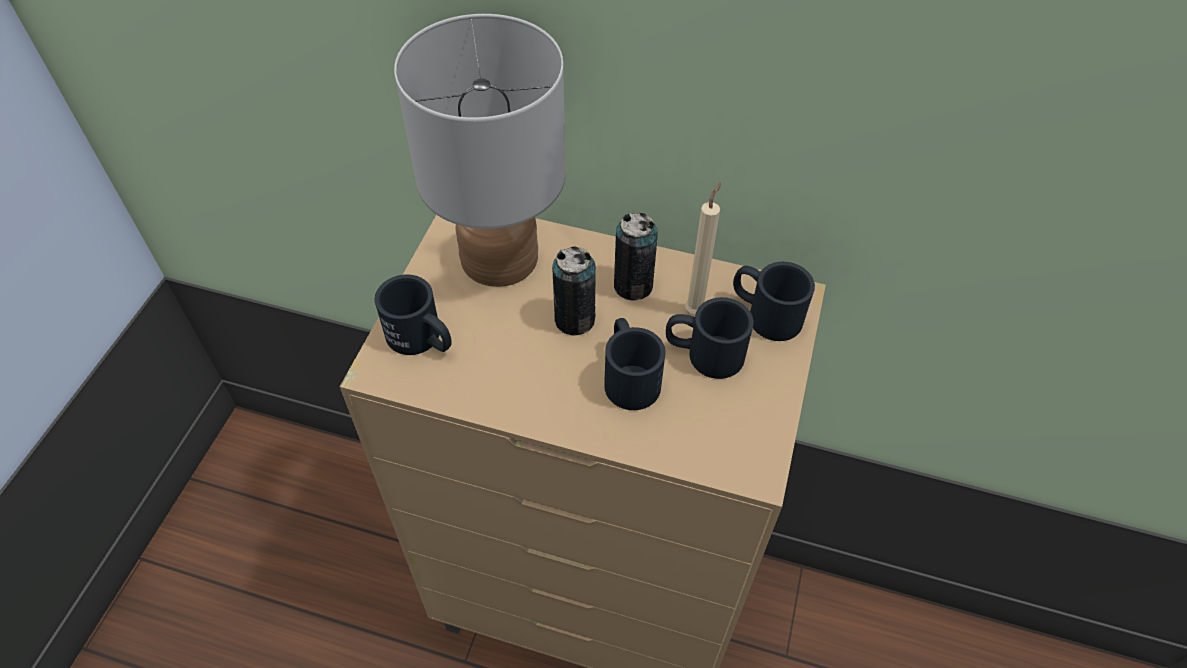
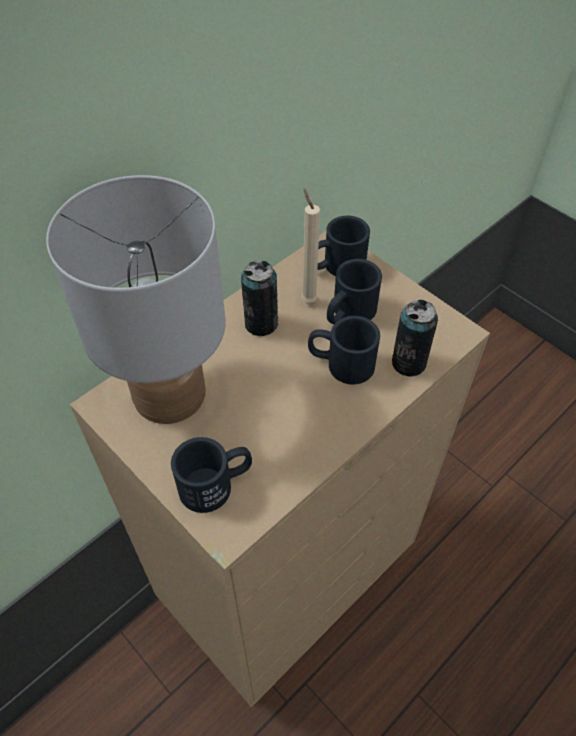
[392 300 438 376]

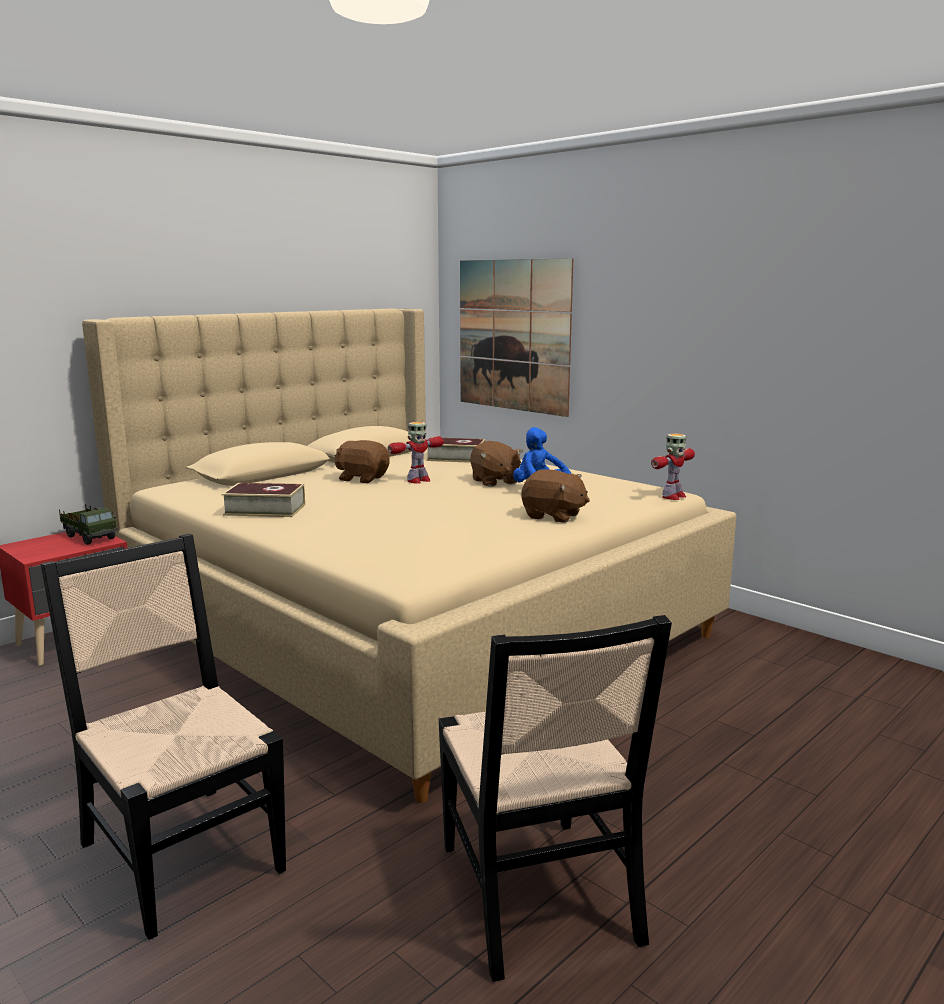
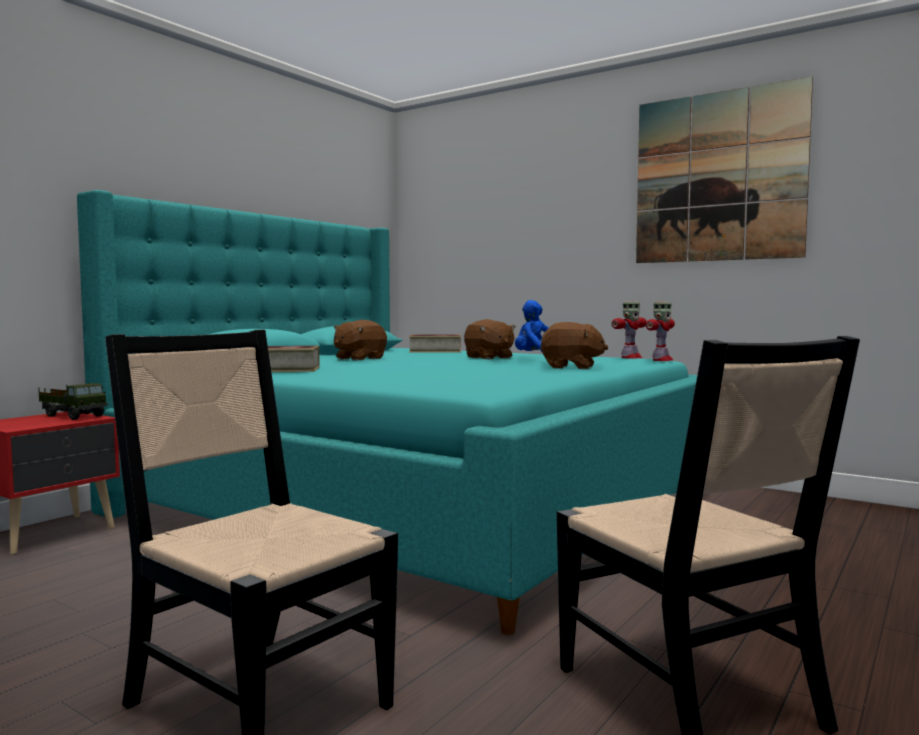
[77 190 697 635]
[334 320 387 361]
[612 302 646 359]
[636 76 813 263]

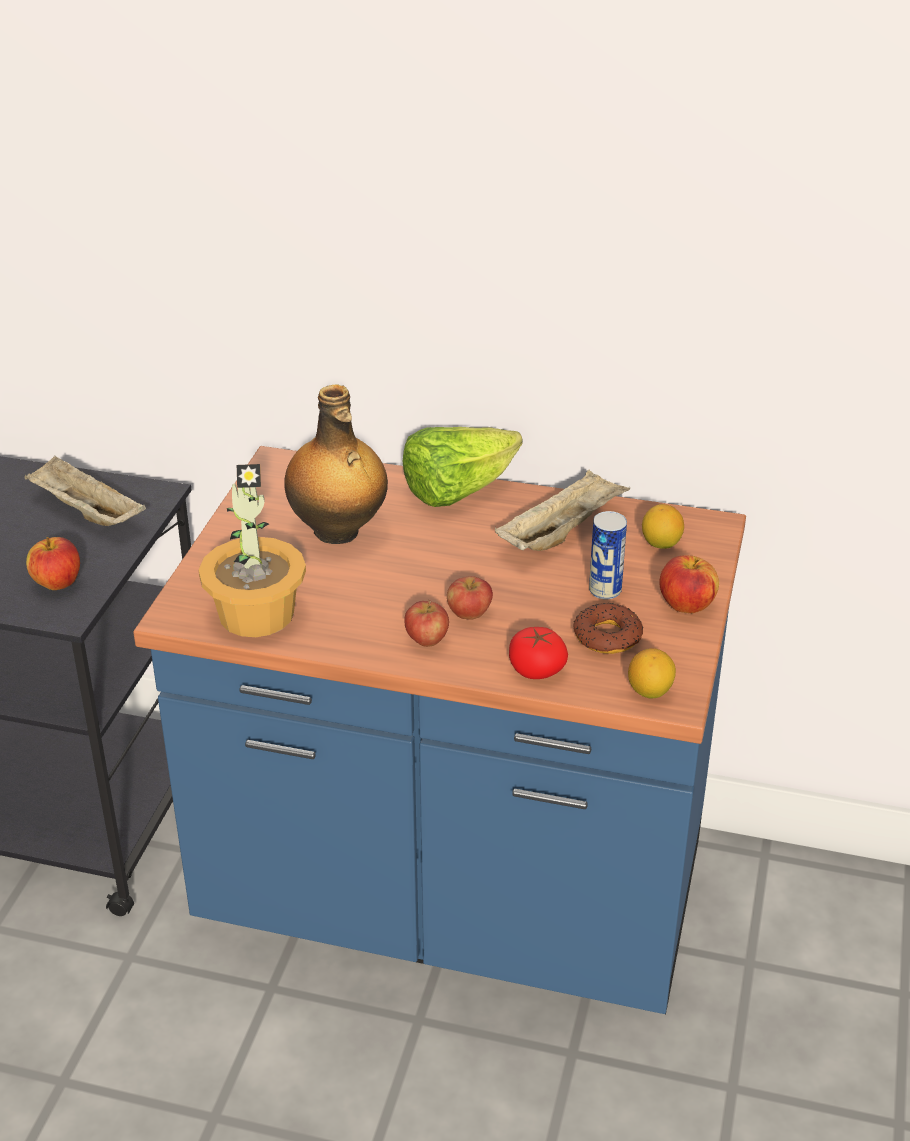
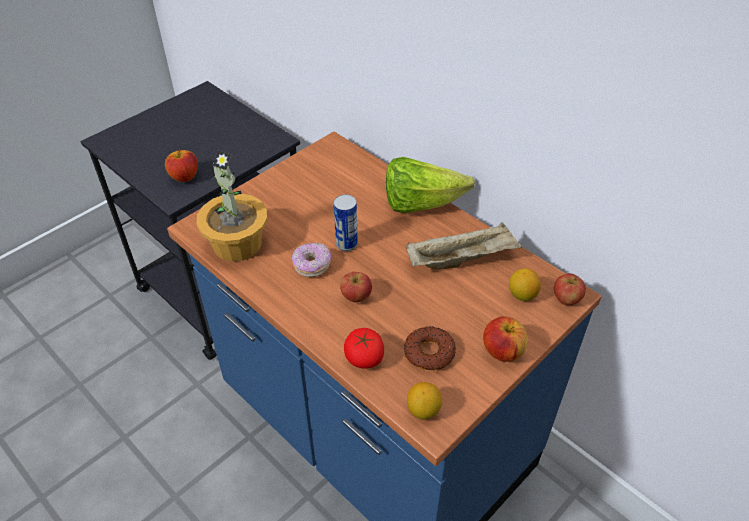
[292 243 331 277]
[334 195 358 251]
[554 273 586 306]
[24 456 146 526] (first image)
[284 384 388 544] (first image)

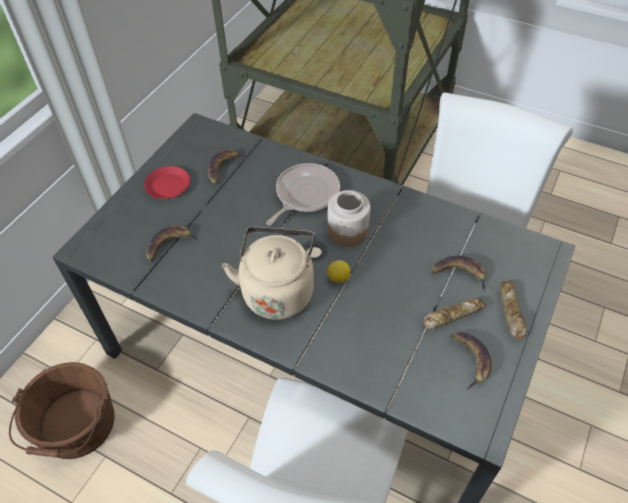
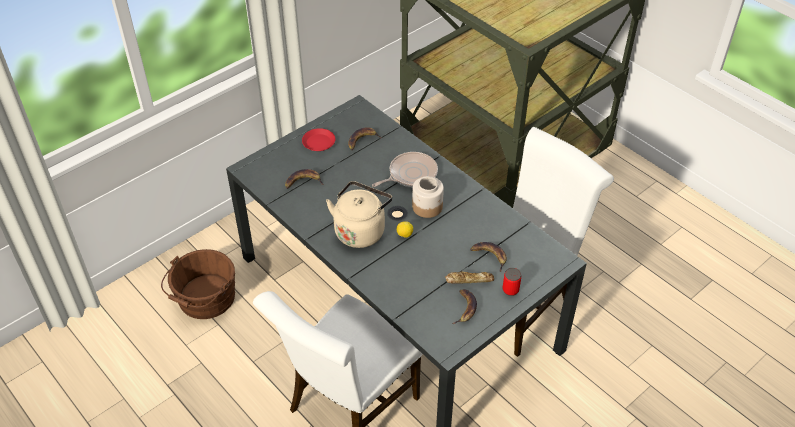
[502 268 521 296]

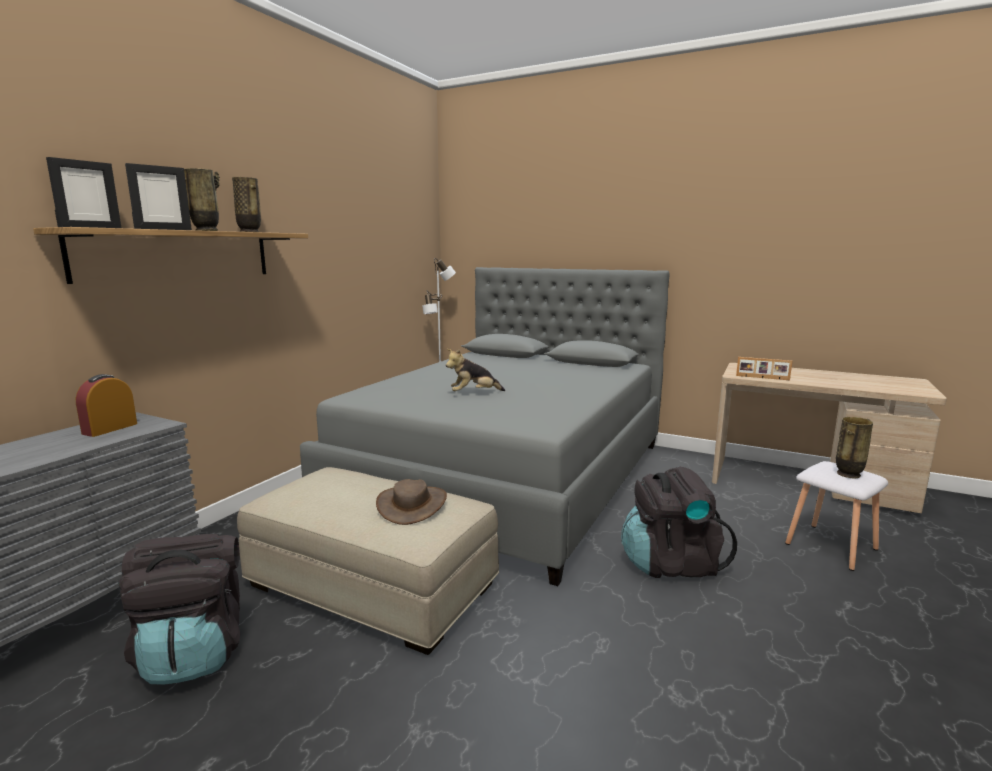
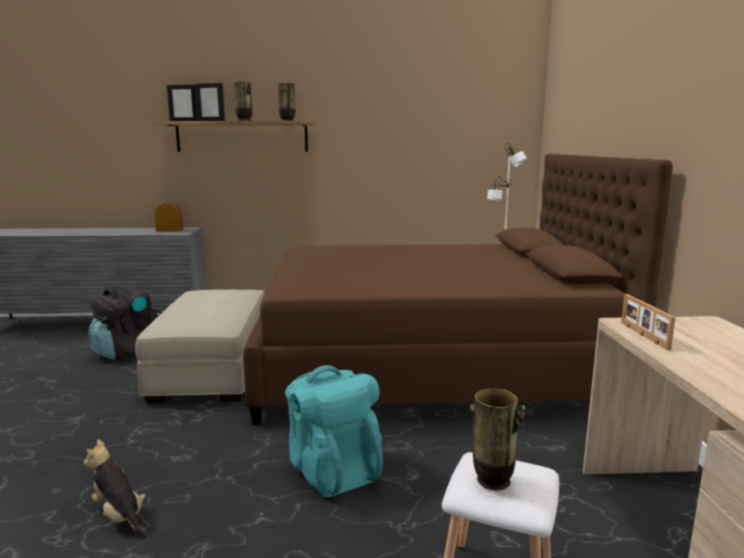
[84 439 149 538]
[243 154 673 425]
[285 365 383 497]
[376 479 447 525] (first image)

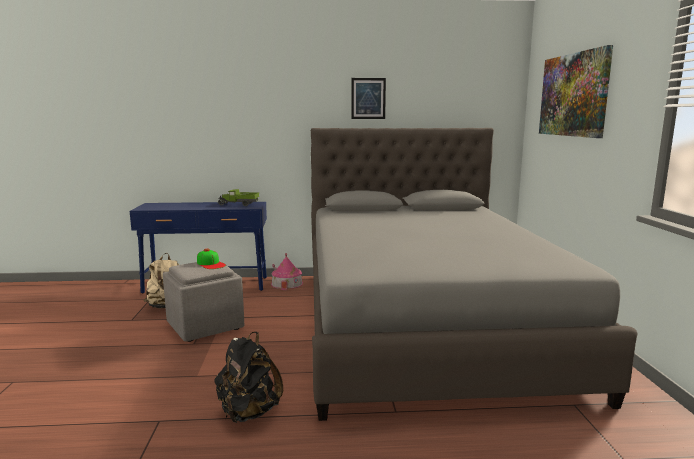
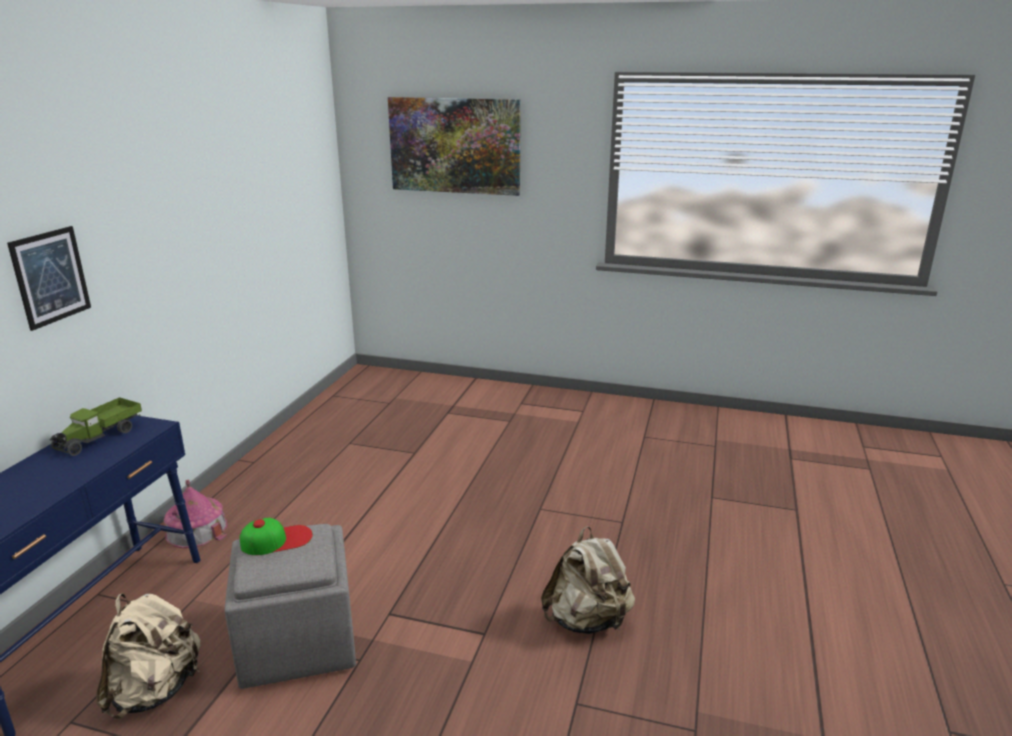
[7 226 91 331]
[541 526 635 634]
[311 128 638 421] (first image)

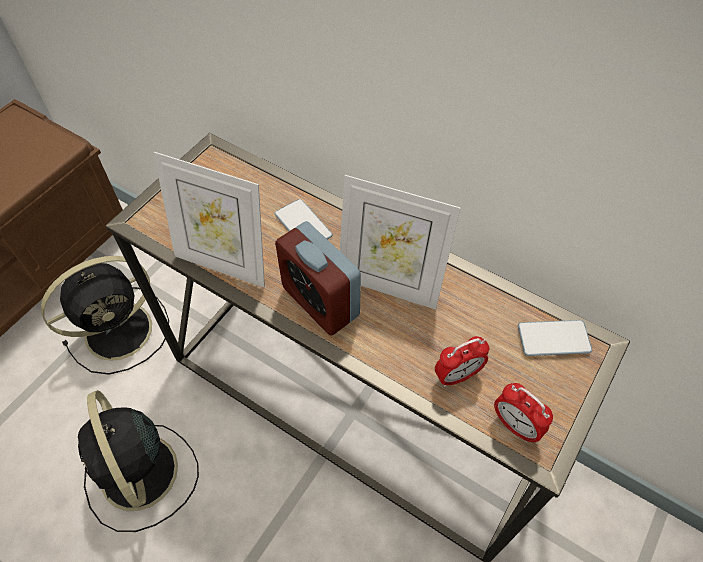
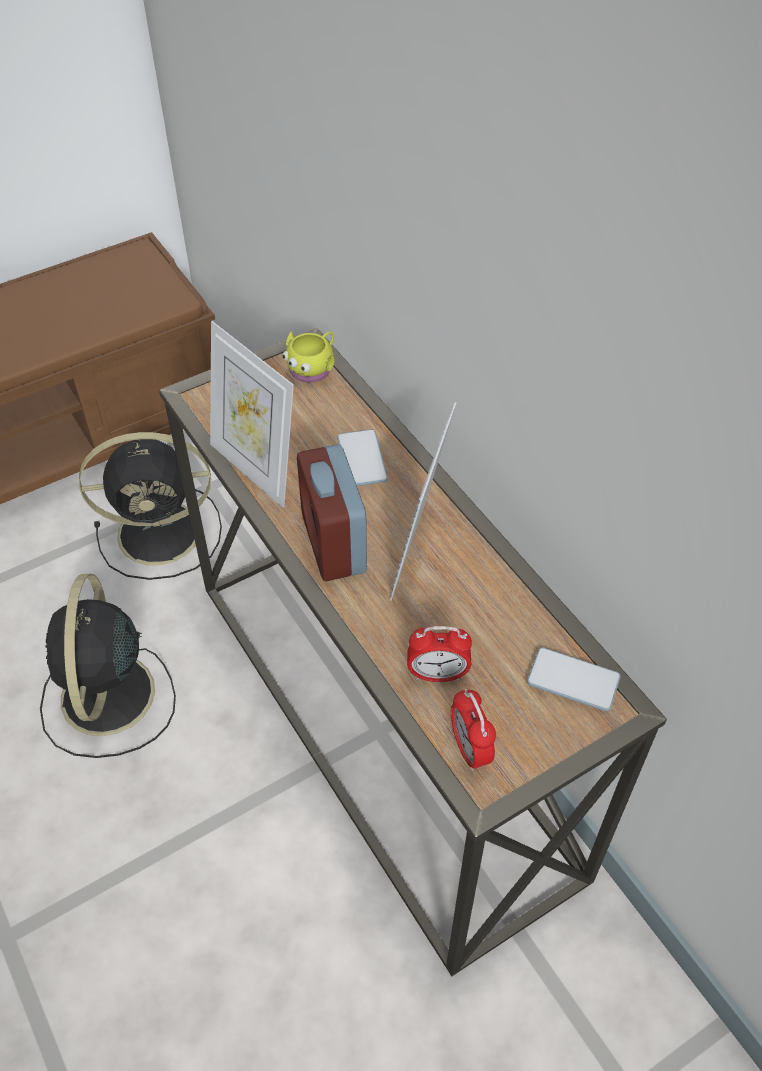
[282 331 334 382]
[390 402 456 601]

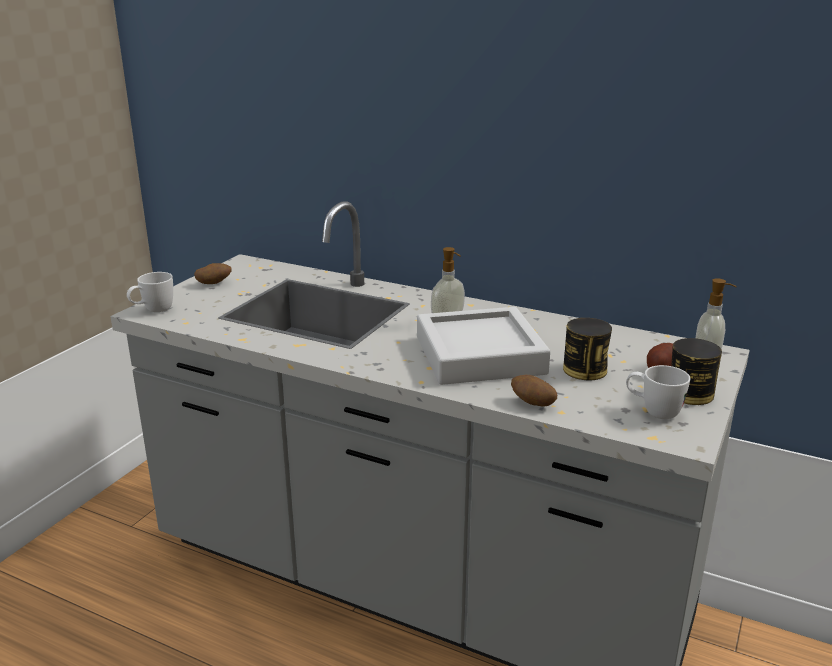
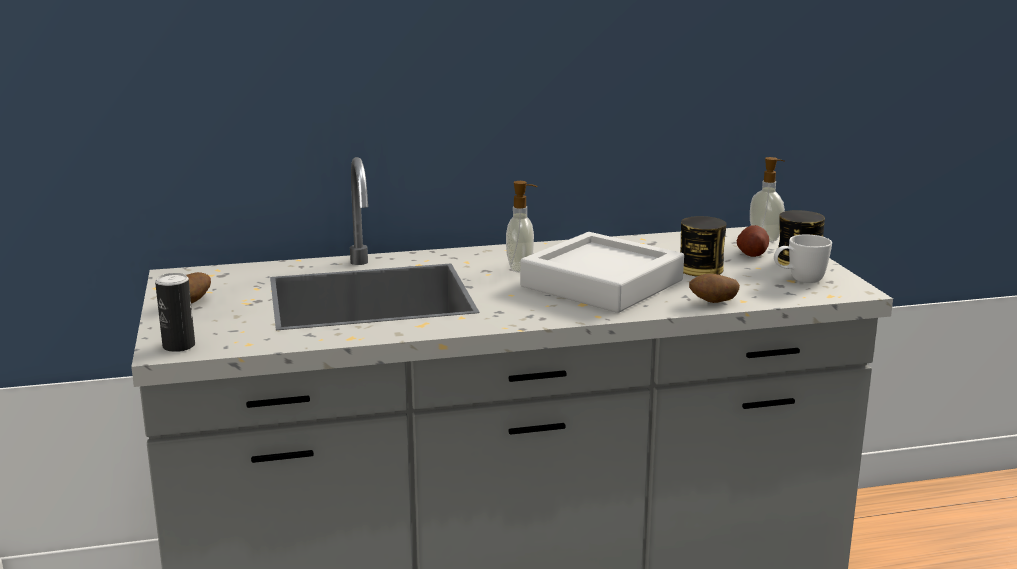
[155 273 195 352]

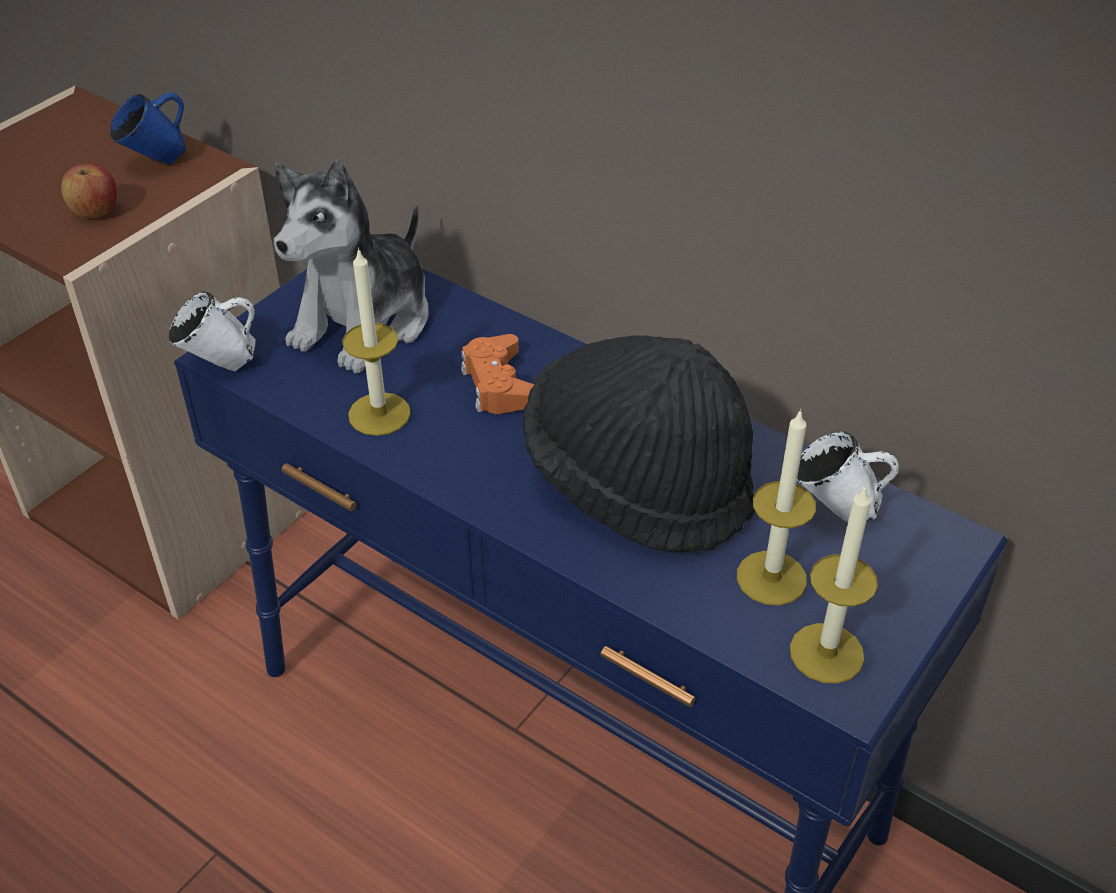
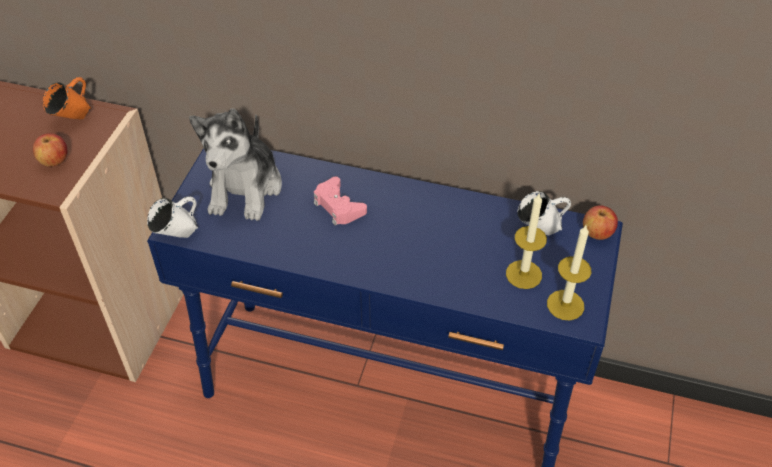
[43 77 91 119]
[314 177 367 226]
[583 205 618 240]
[342 247 411 436] (first image)
[523 335 755 553] (first image)

